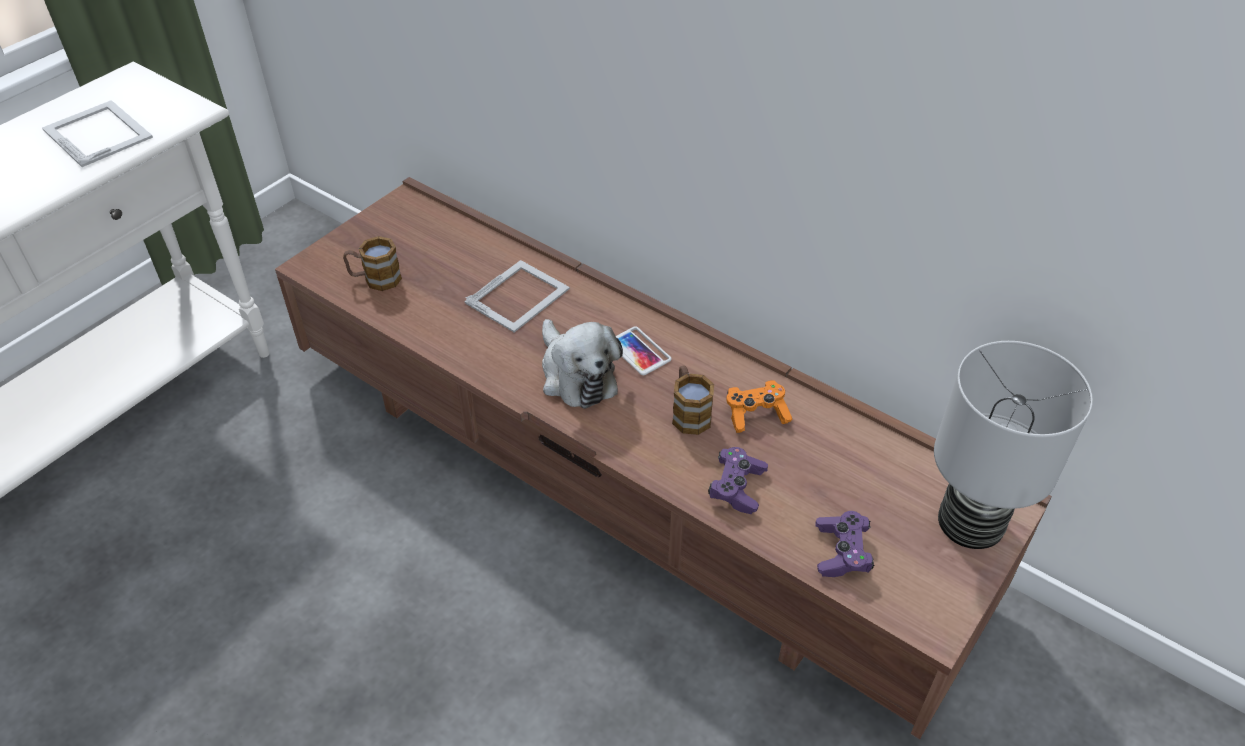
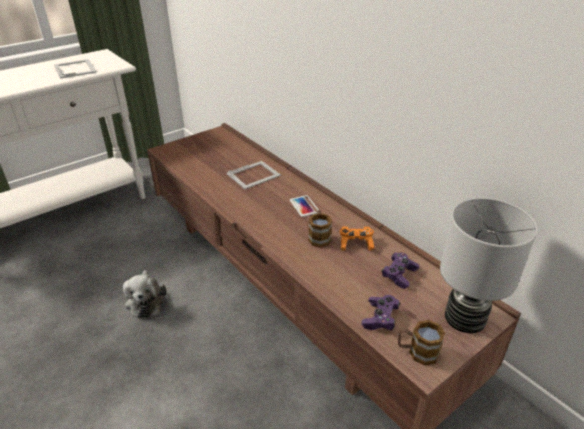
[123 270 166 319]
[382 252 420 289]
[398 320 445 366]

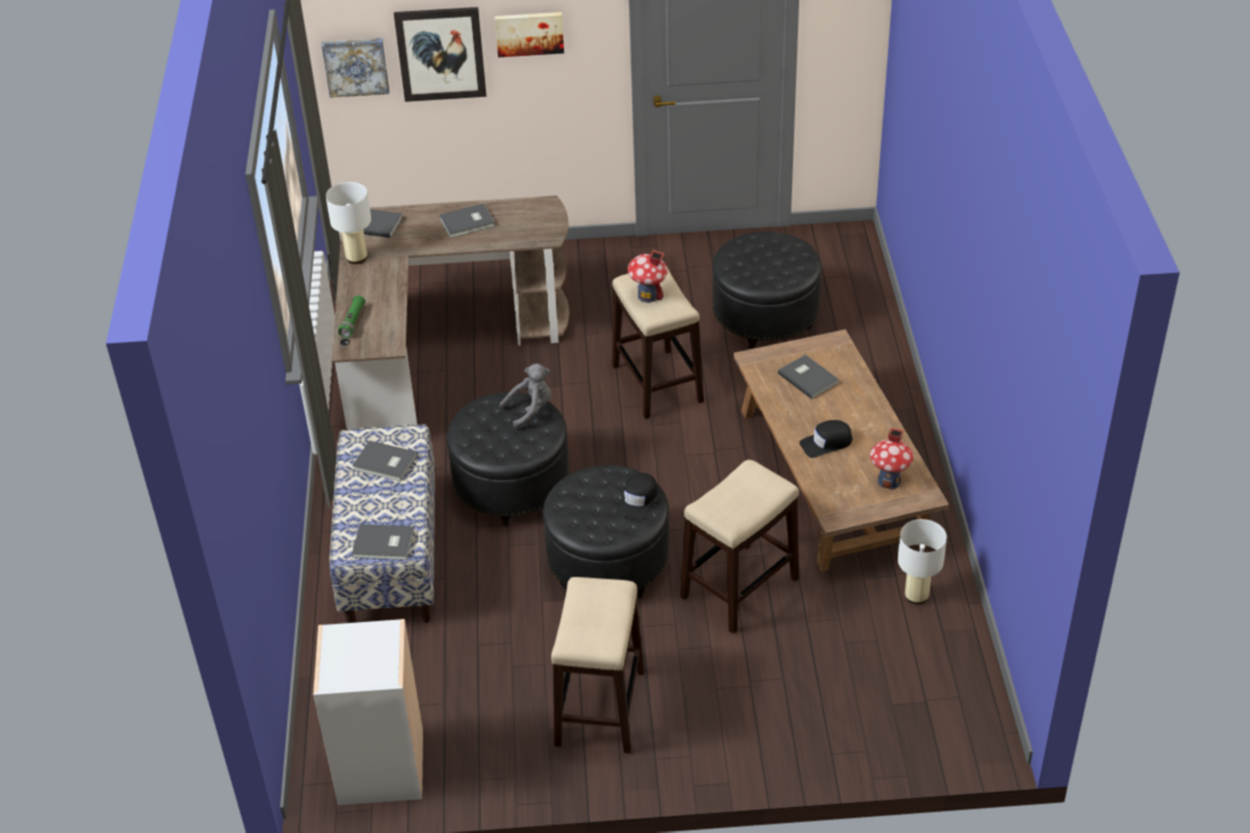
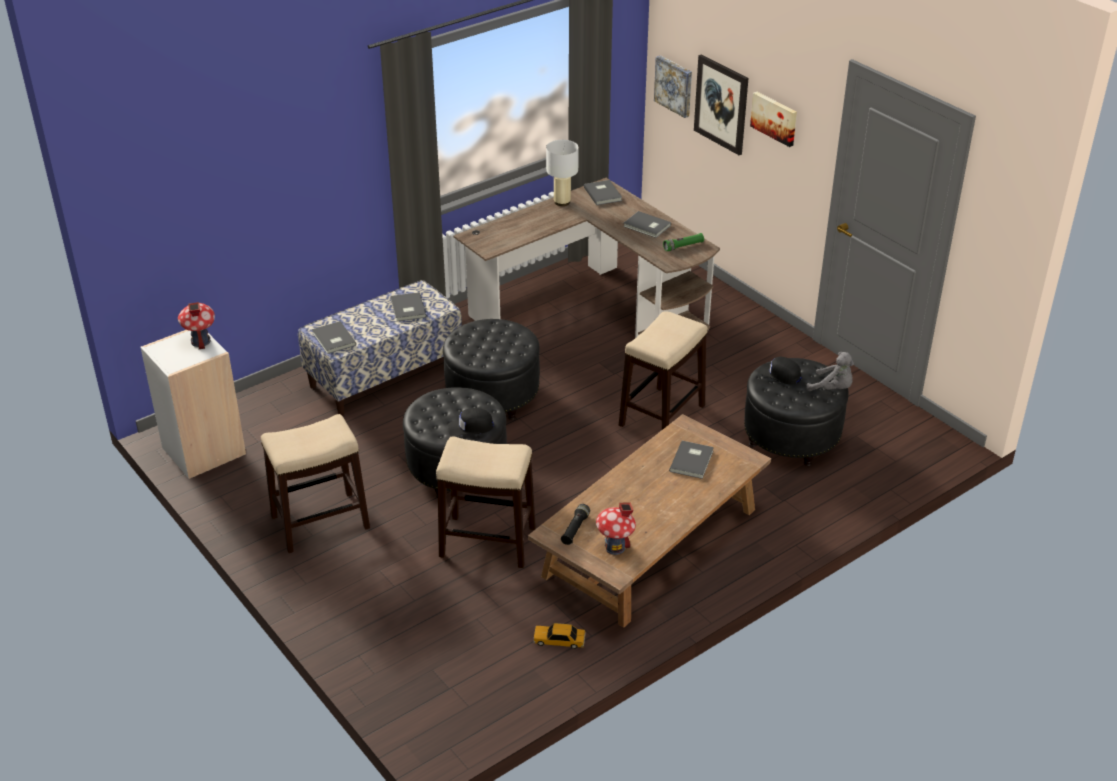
[178 302 215 349]
[534 623 586 649]
[561 504 590 545]
[663 233 704 251]
[757 357 802 385]
[806 352 854 391]

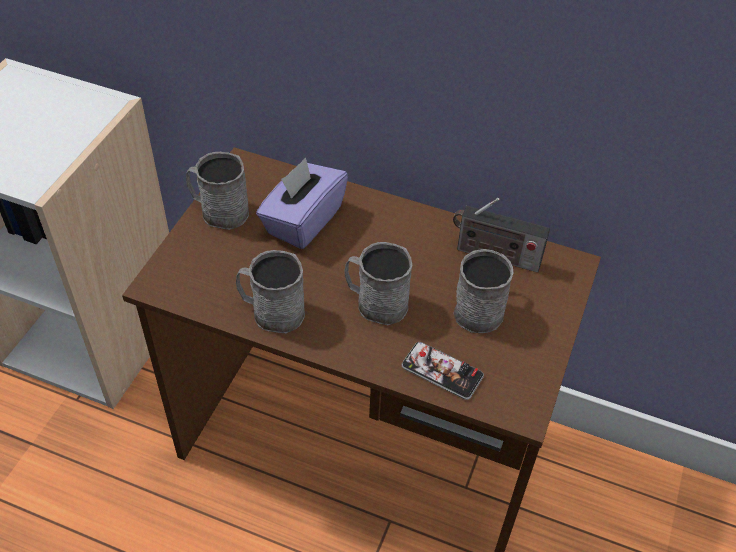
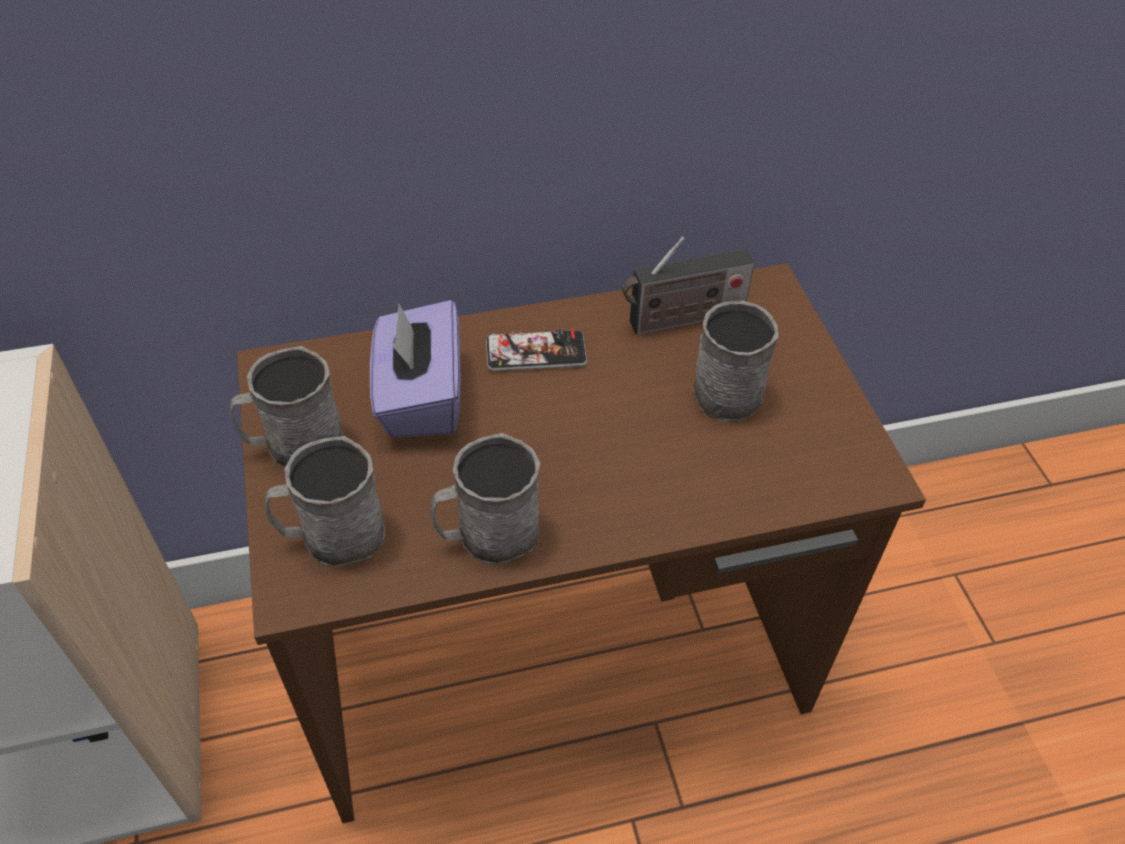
[265 436 385 567]
[486 328 587 371]

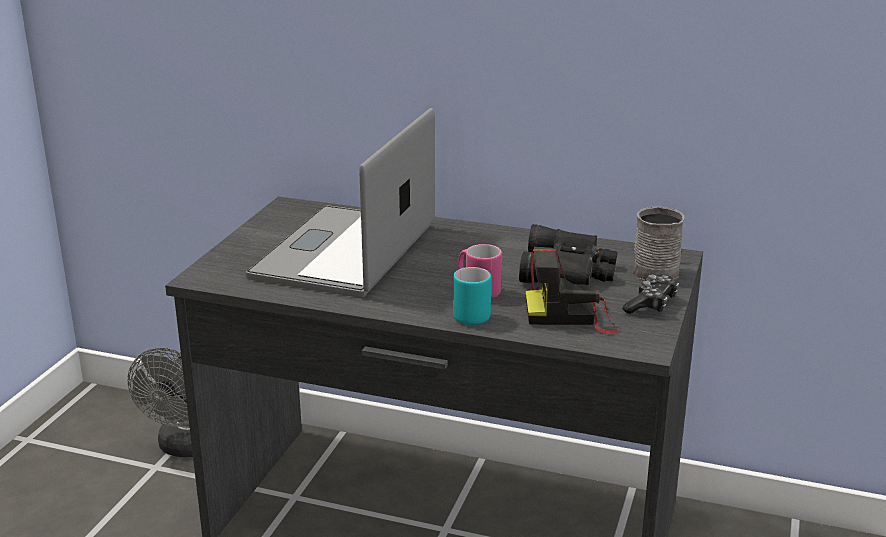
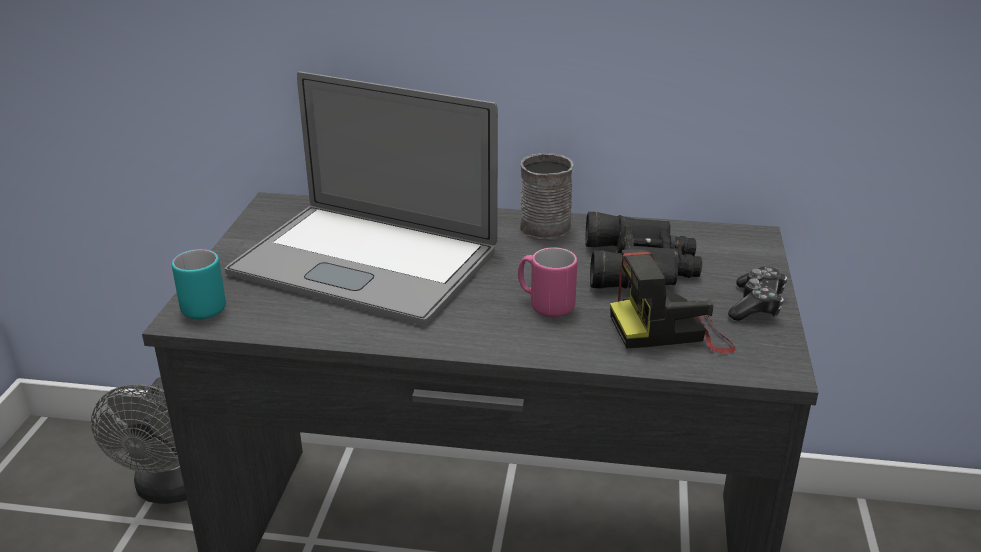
[172 249 226 319]
[225 71 498 326]
[520 153 574 239]

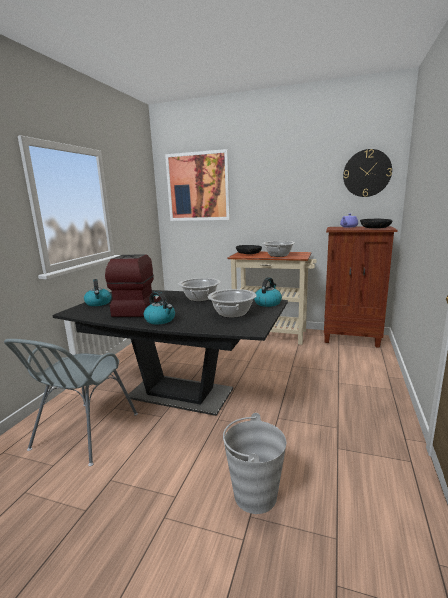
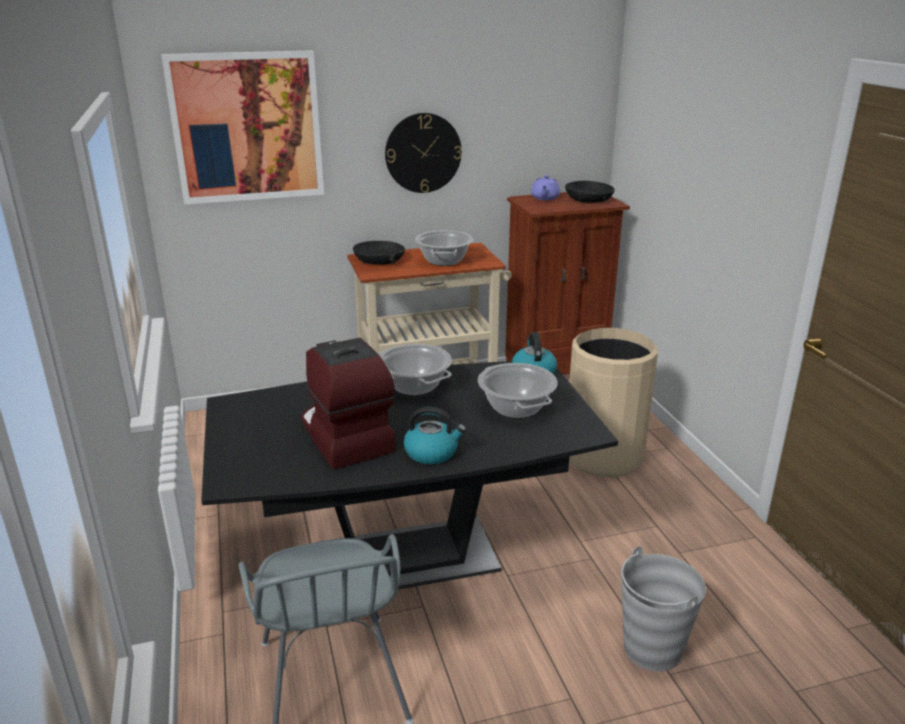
[385 113 462 193]
[569 328 658 478]
[84 279 111 306] (first image)

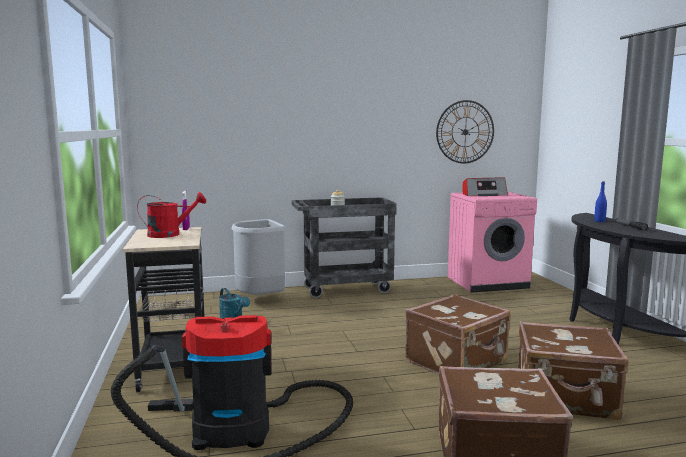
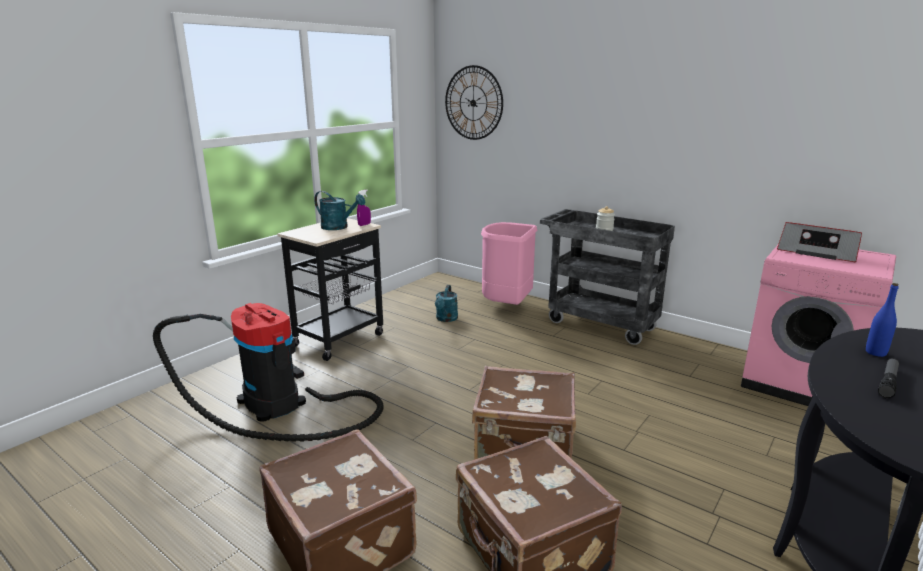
[314 191 365 230]
[445 65 503 140]
[481 222 537 305]

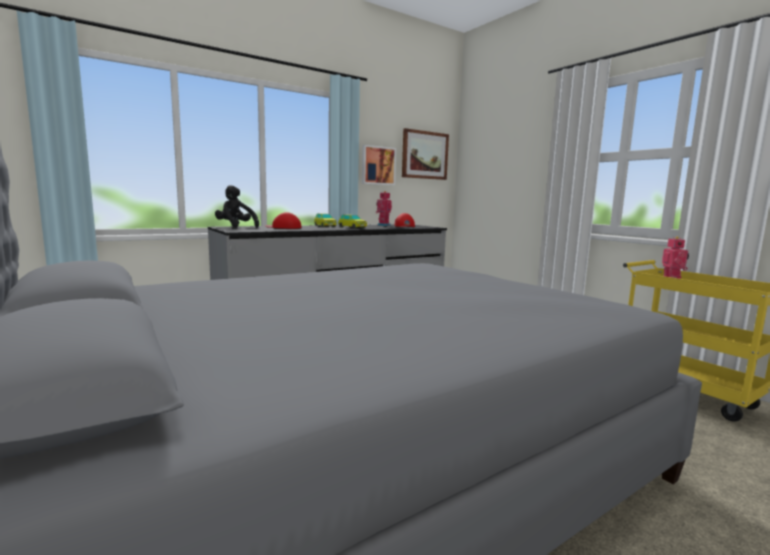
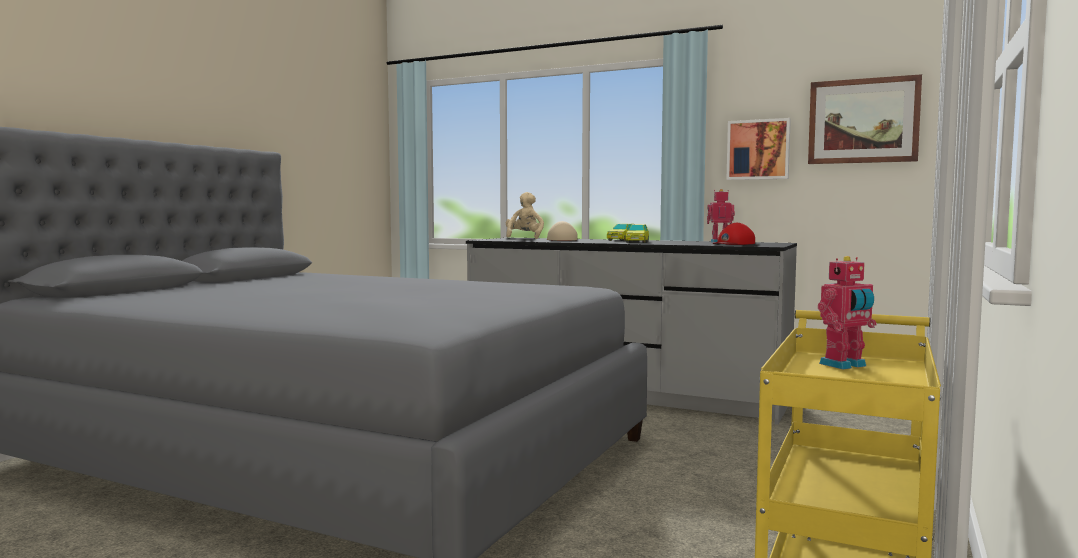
[506 192 544 239]
[547 221 578 241]

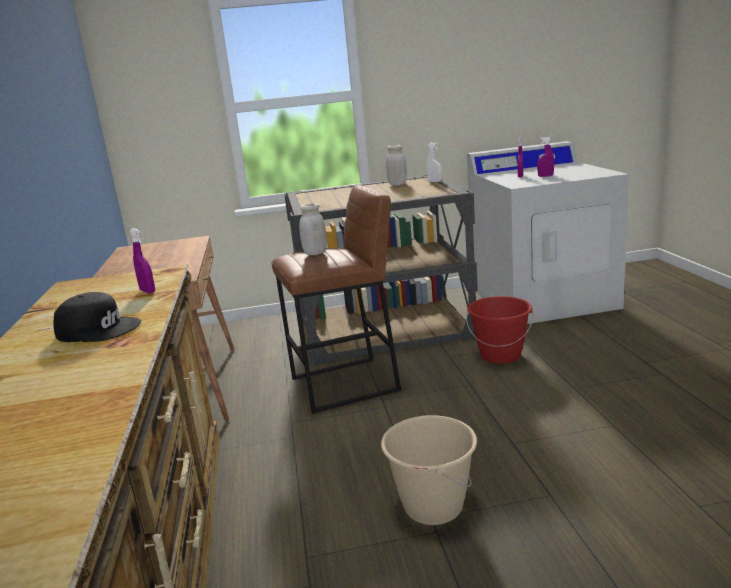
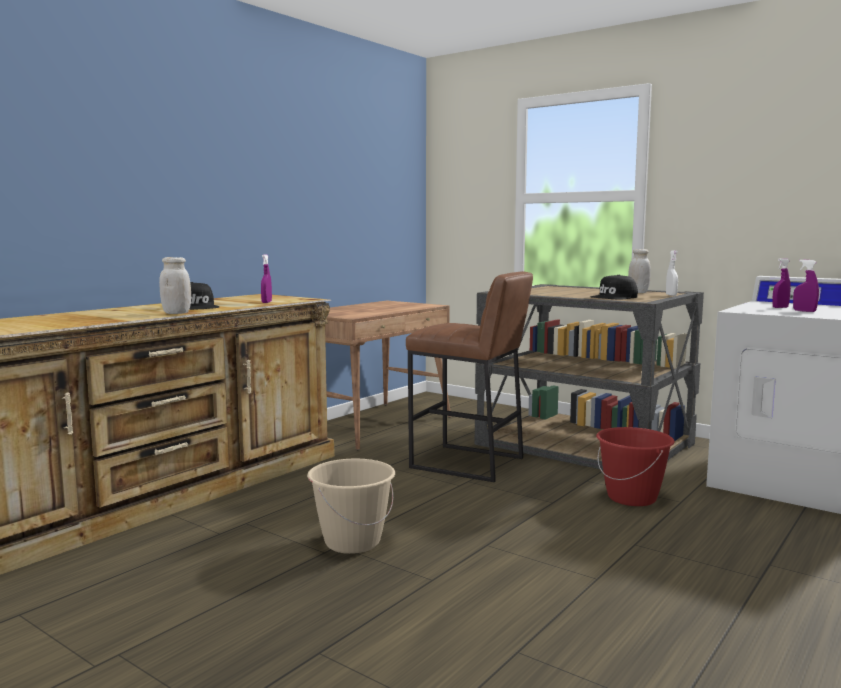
[159 257 191 314]
[591 275 638 300]

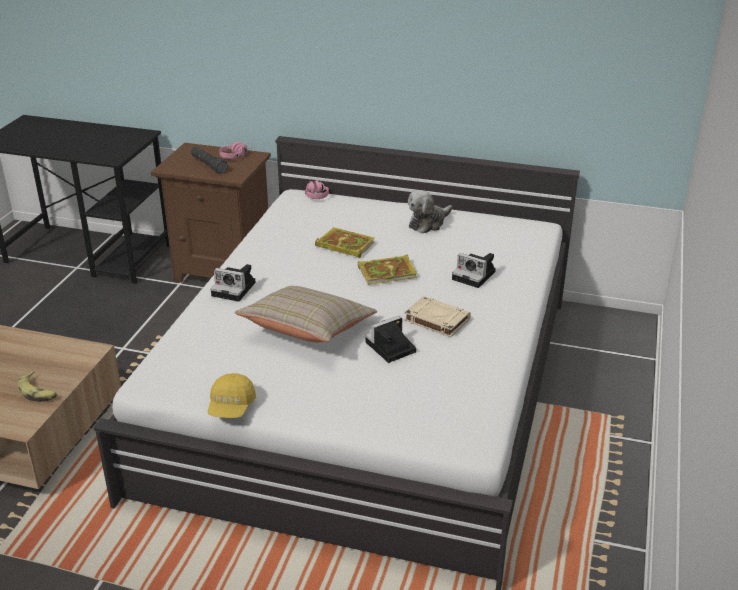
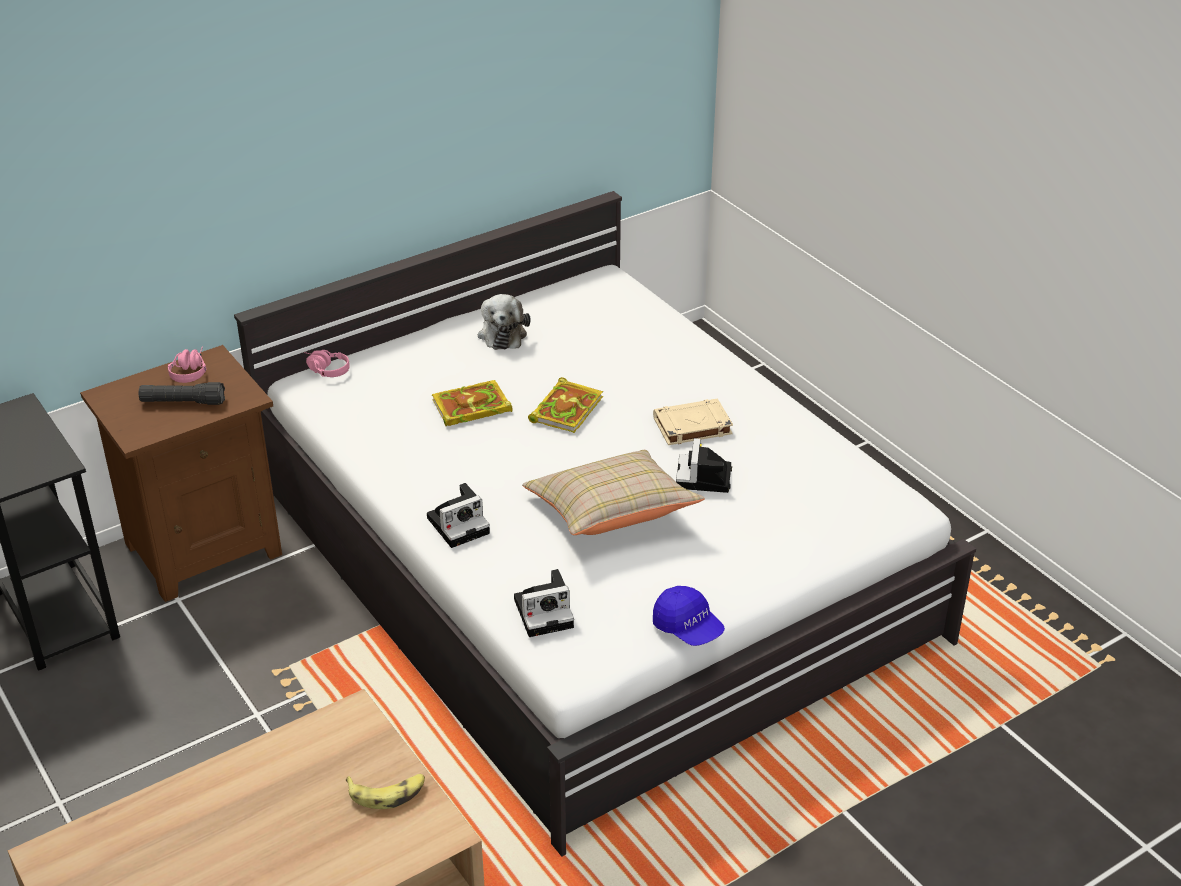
[514 569 574 637]
[653 586 725 646]

